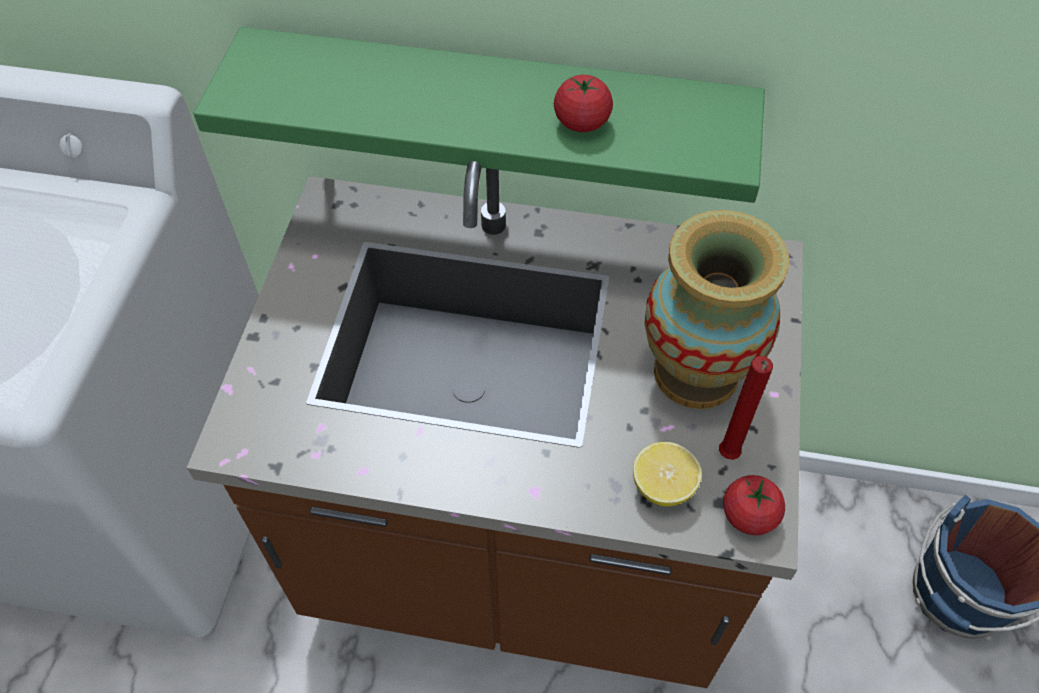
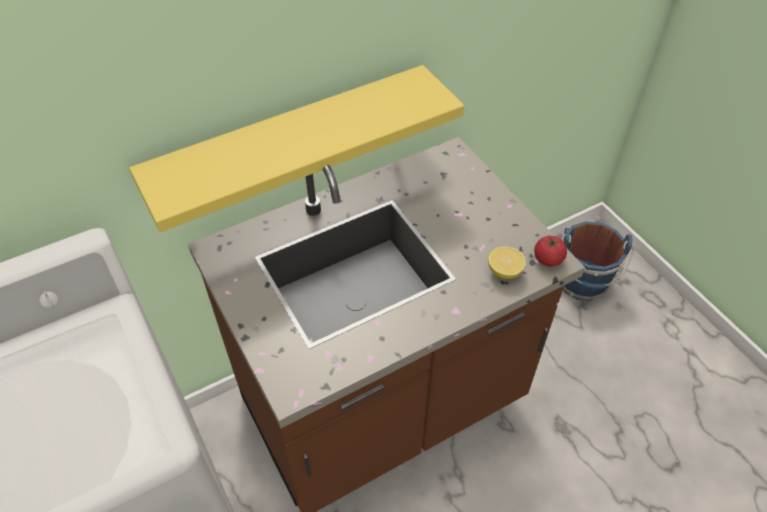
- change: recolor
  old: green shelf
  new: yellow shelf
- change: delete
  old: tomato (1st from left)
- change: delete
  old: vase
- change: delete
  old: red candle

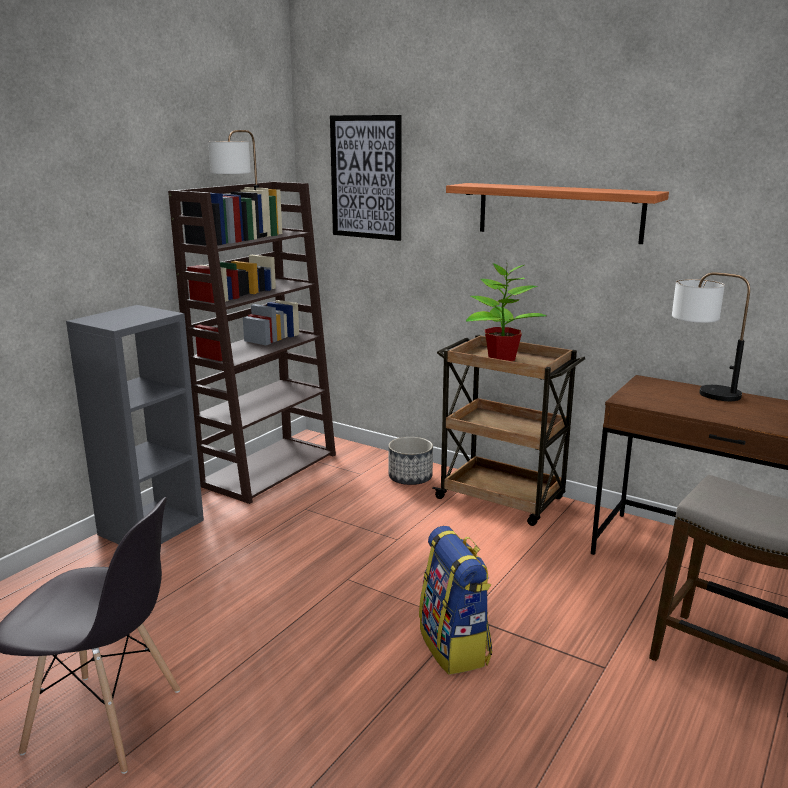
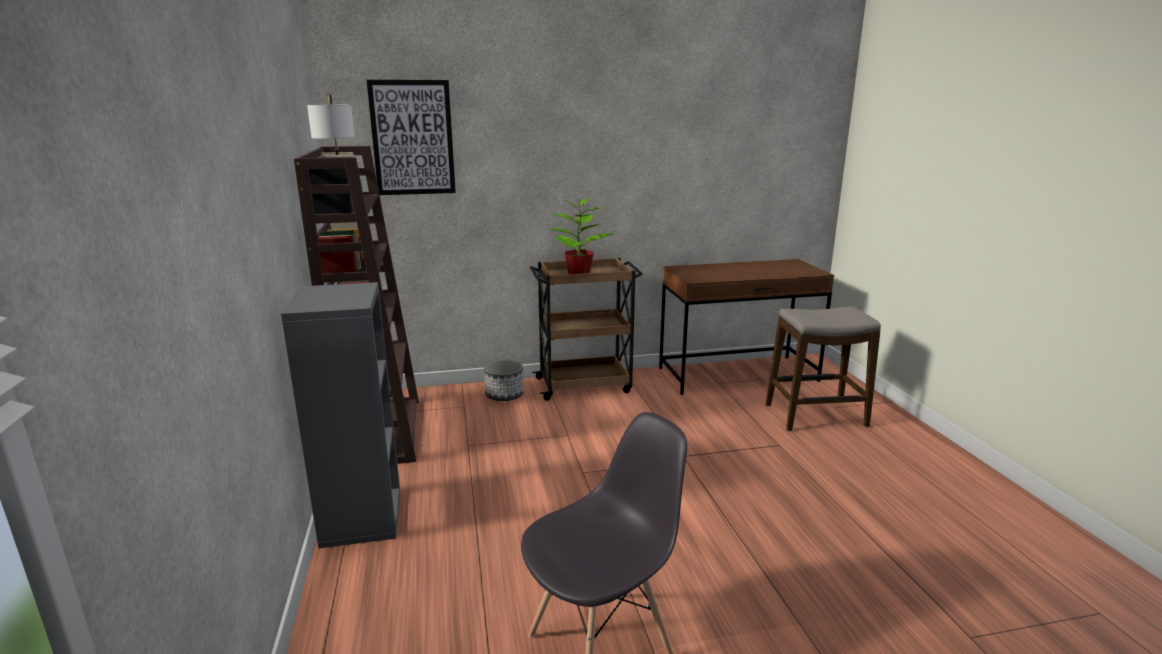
- change: delete
  old: backpack
- change: delete
  old: shelf
- change: delete
  old: table lamp (2nd from left)

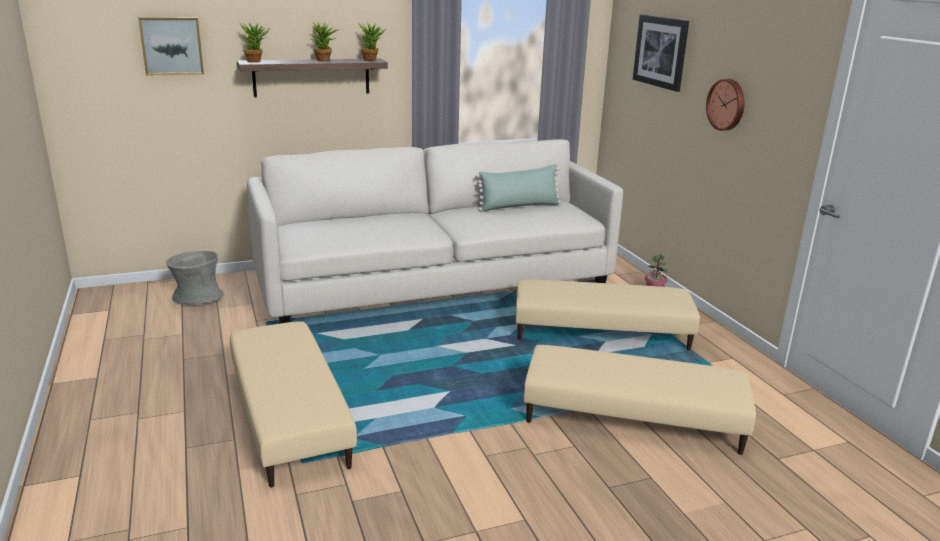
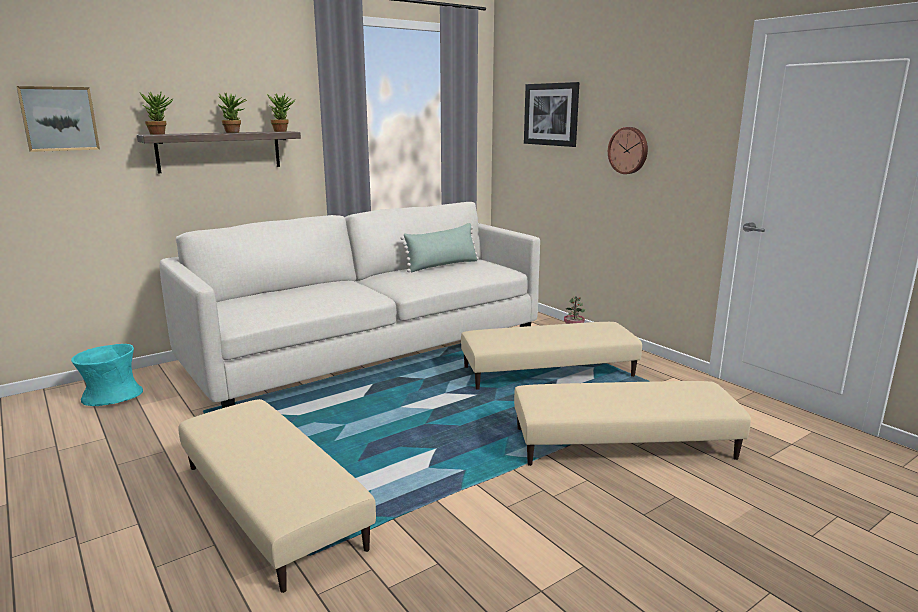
- change: recolor
  old: grey vase
  new: turquoise vase

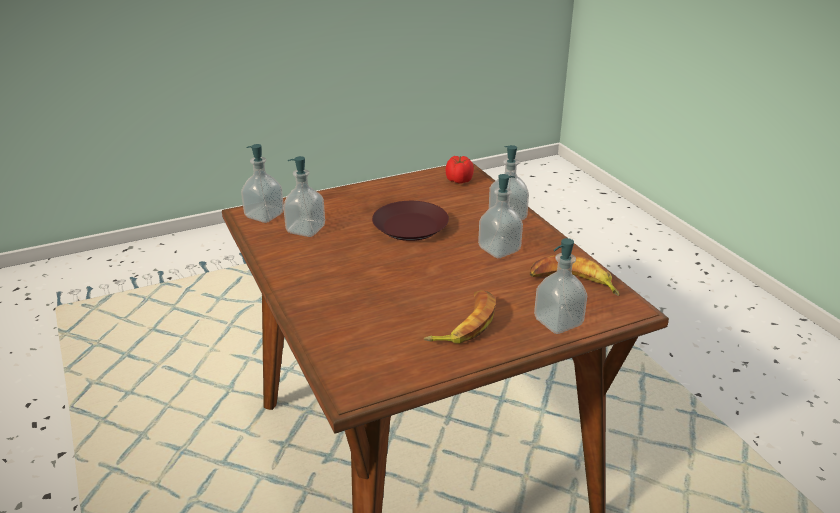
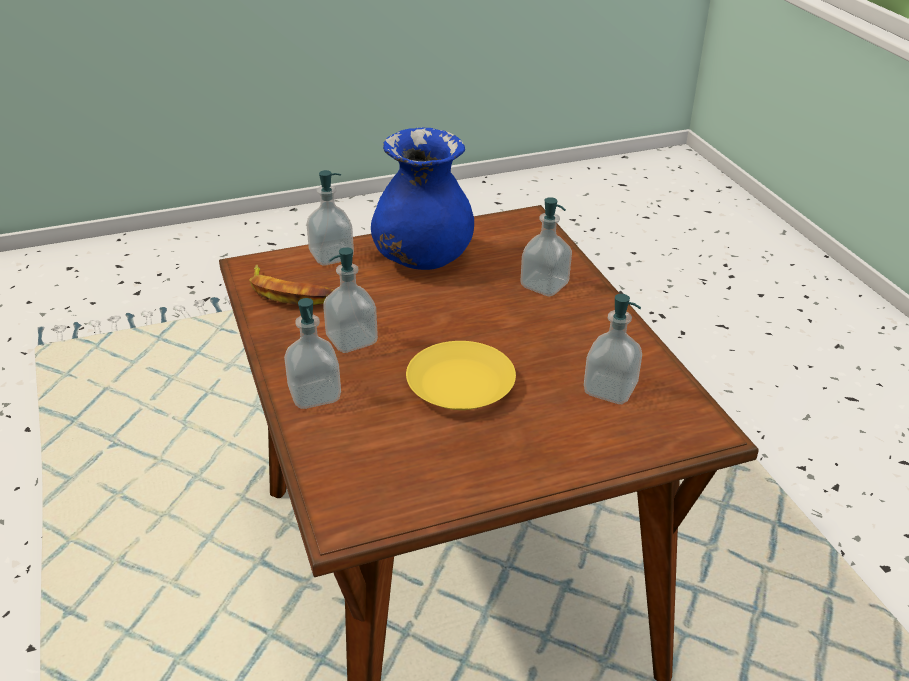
- change: replace
  old: banana (1st from left)
  new: blue vase
- change: recolor
  old: brown plate
  new: yellow plate
- change: move
  old: soap dispenser (1st from left in the first image)
  new: soap dispenser (4th from left)
- change: delete
  old: tomato

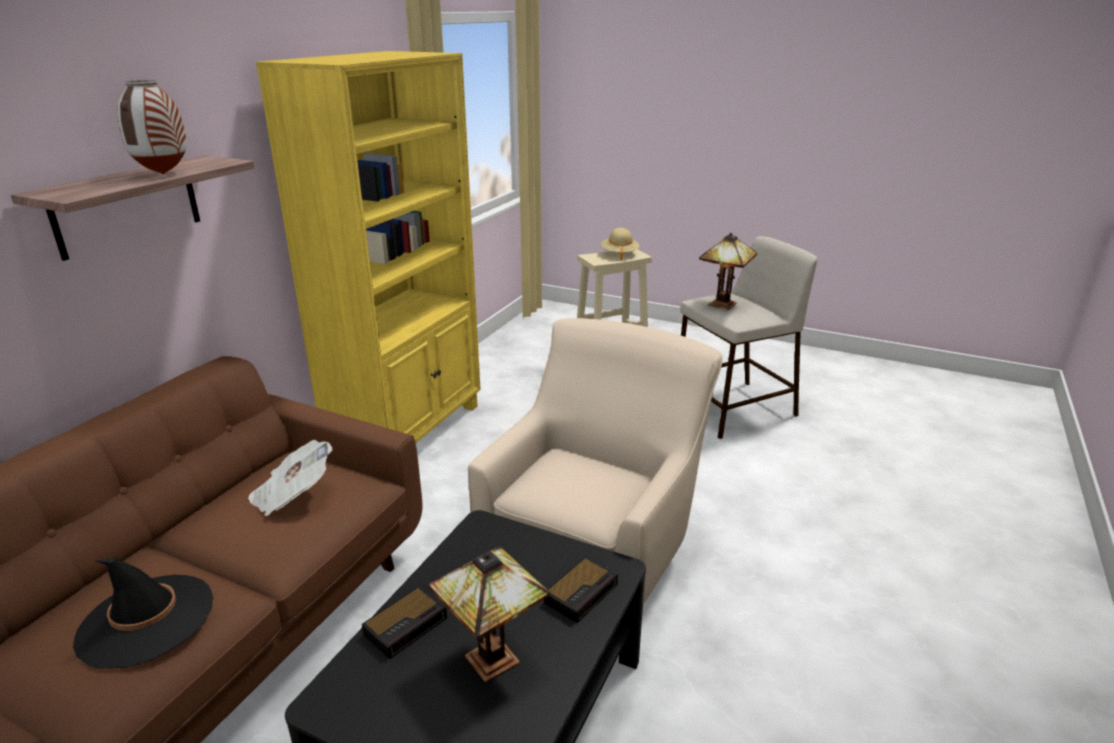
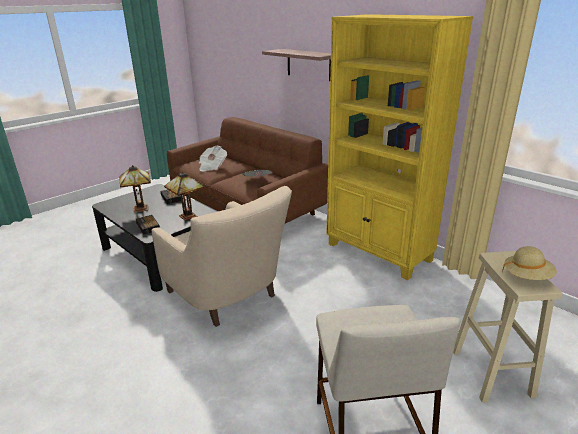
- change: move
  old: table lamp (2nd from left)
- change: replace
  old: black hat
  new: newspaper (1st from left)
- change: delete
  old: vase

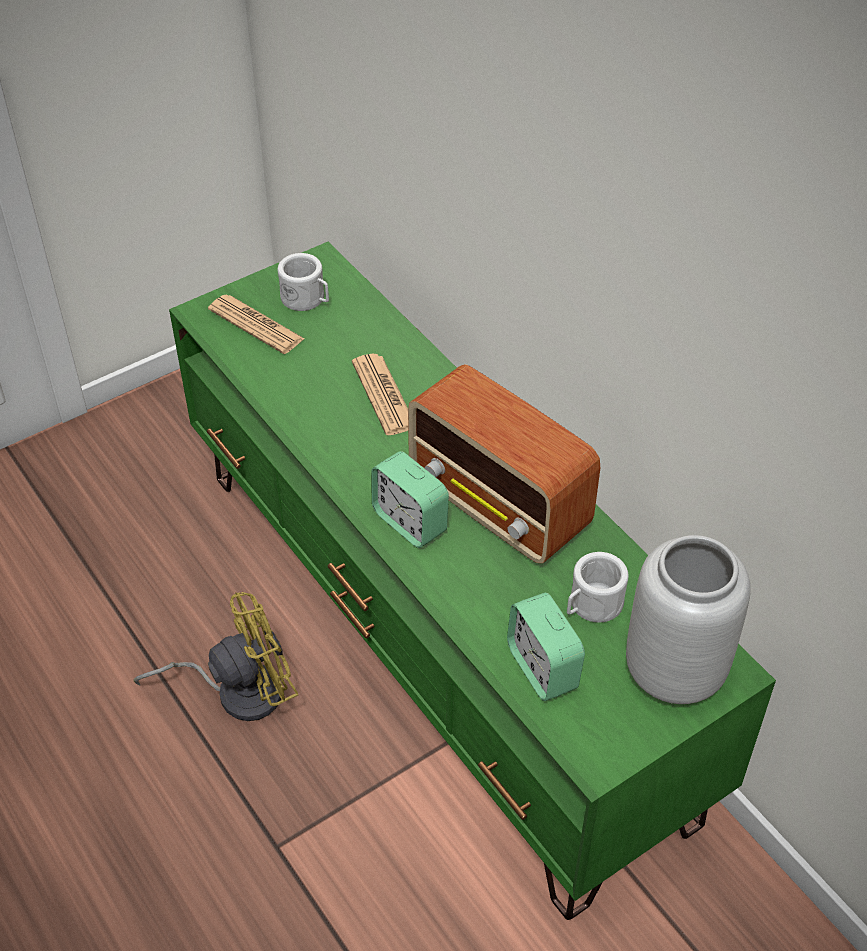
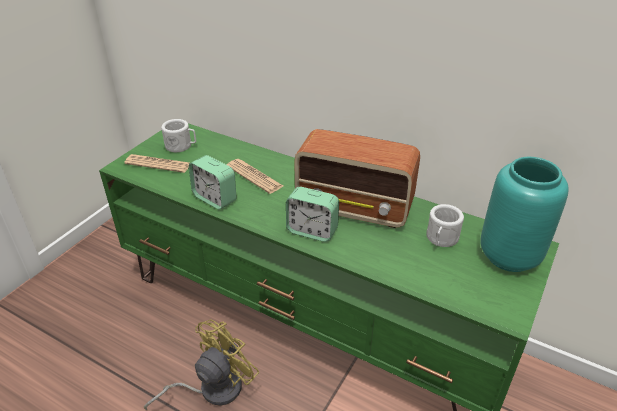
- change: move
  old: alarm clock (2nd from left in the first image)
  new: alarm clock (1st from left)
- change: recolor
  old: grey vase
  new: turquoise vase

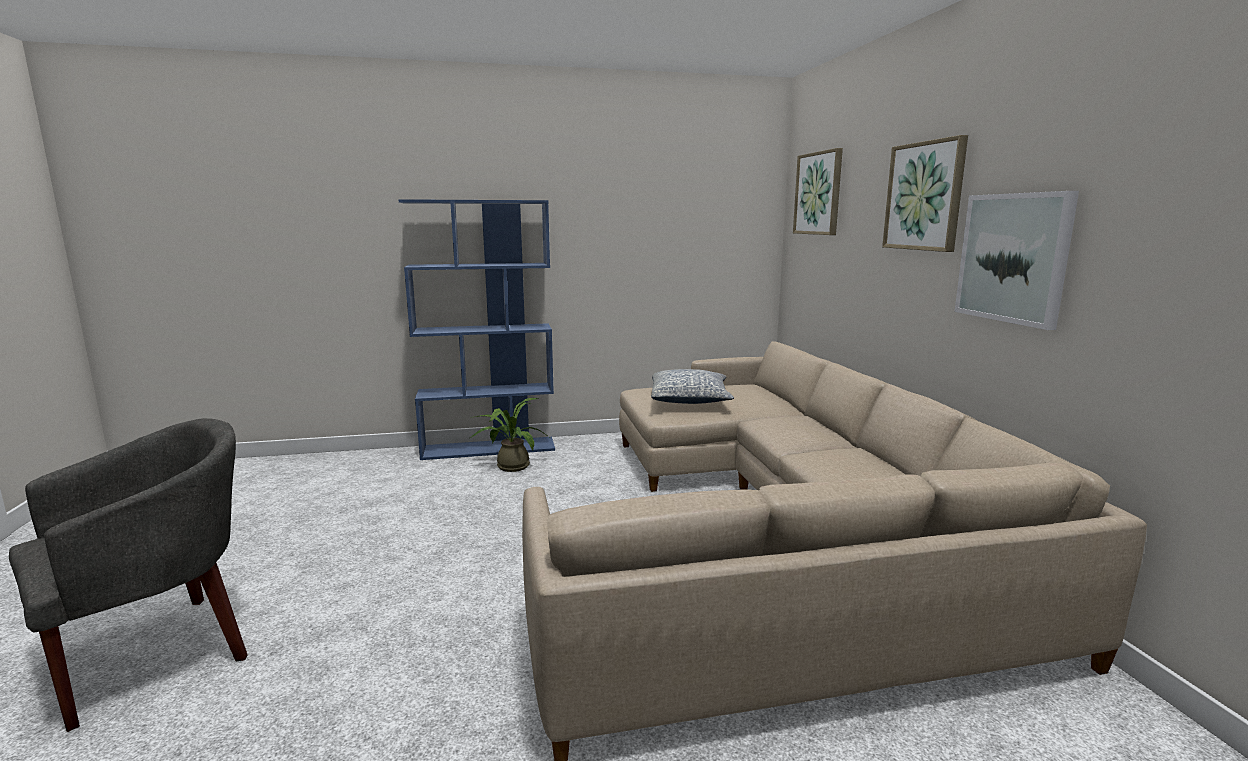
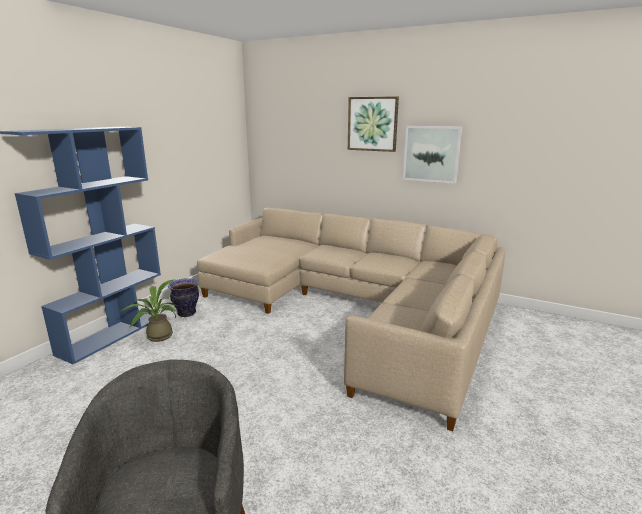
- change: insert
  new: vase
- change: delete
  old: pillow
- change: delete
  old: picture (1st from left)

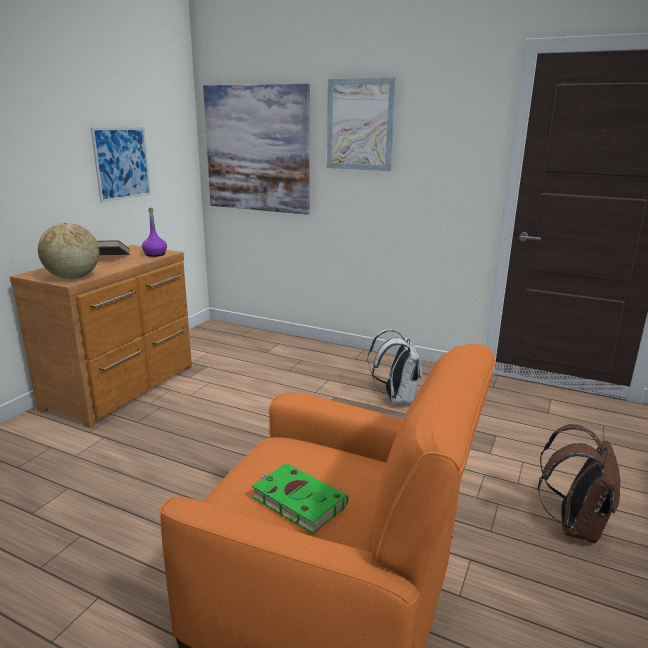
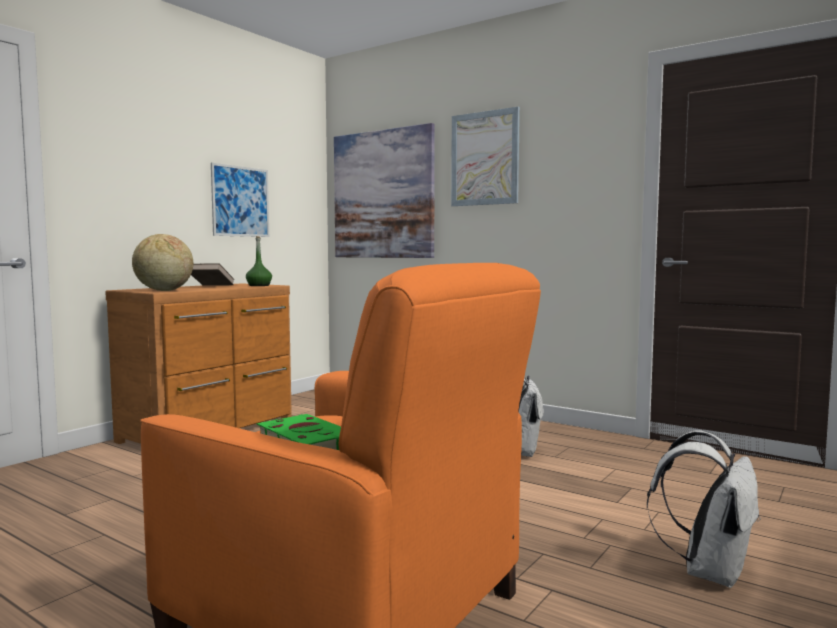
- change: recolor
  old: purple bottle
  new: green bottle
- change: recolor
  old: brown backpack
  new: white backpack (2nd from left)

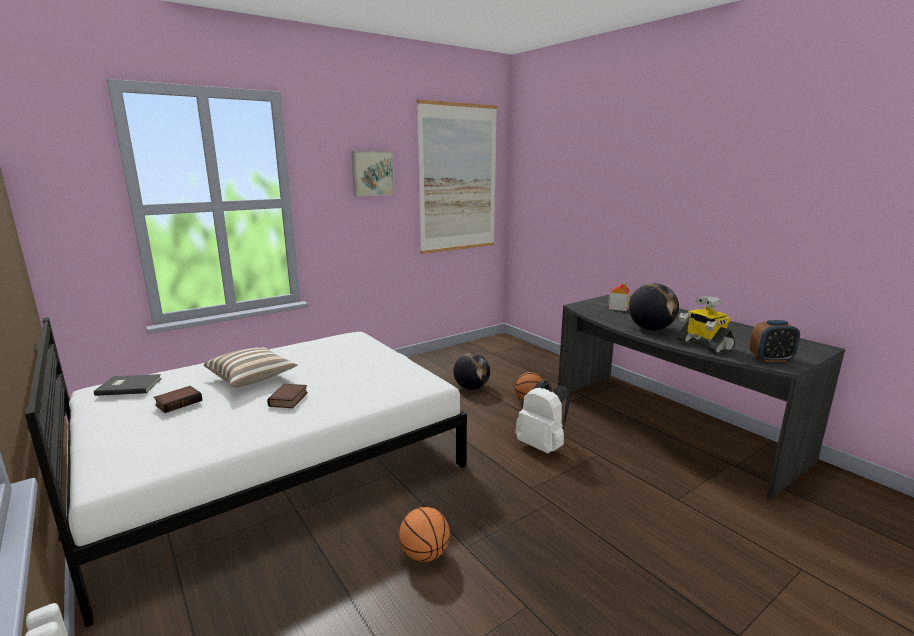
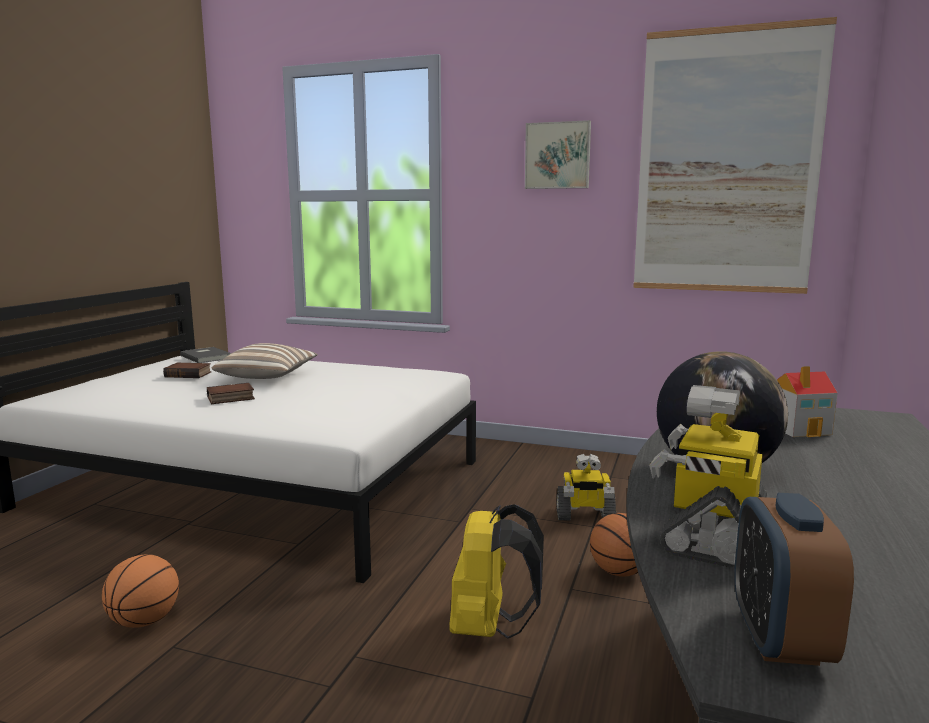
- change: recolor
  old: white backpack
  new: yellow backpack
- change: replace
  old: globe (1st from left)
  new: toy robot (1st from left)
- change: rotate
  old: alarm clock
  degrees: 45

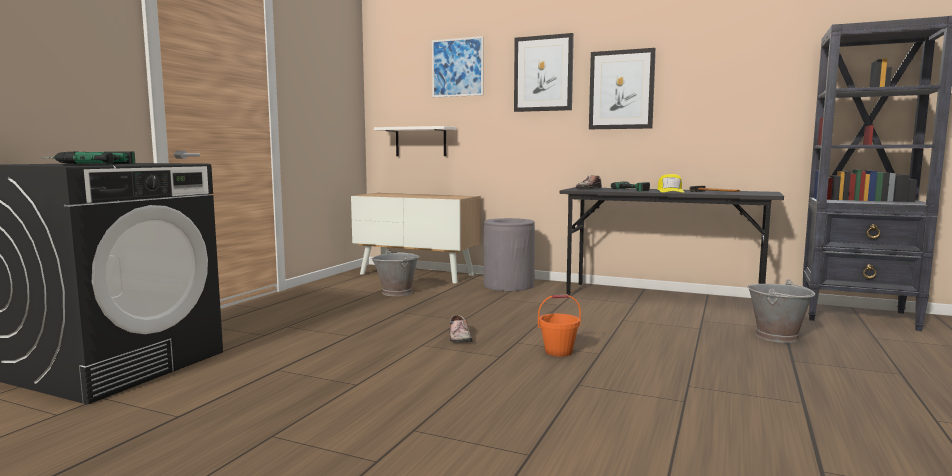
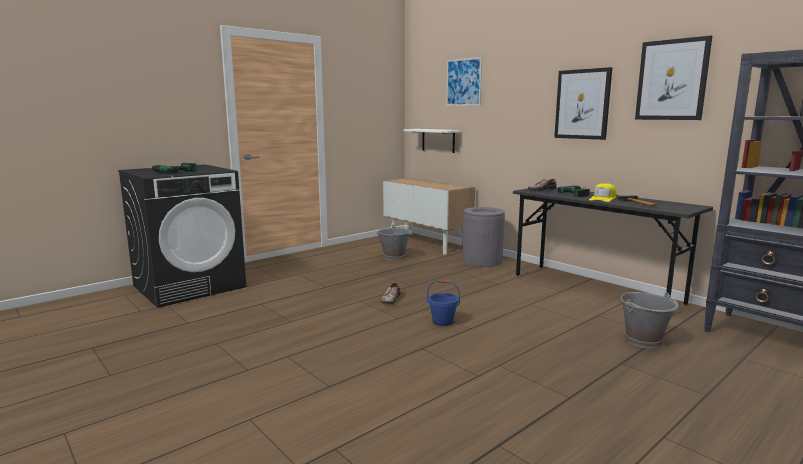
- change: recolor
  old: orange bucket
  new: blue bucket
- change: move
  old: picture (2nd from left in the first image)
  new: picture (3rd from left)

